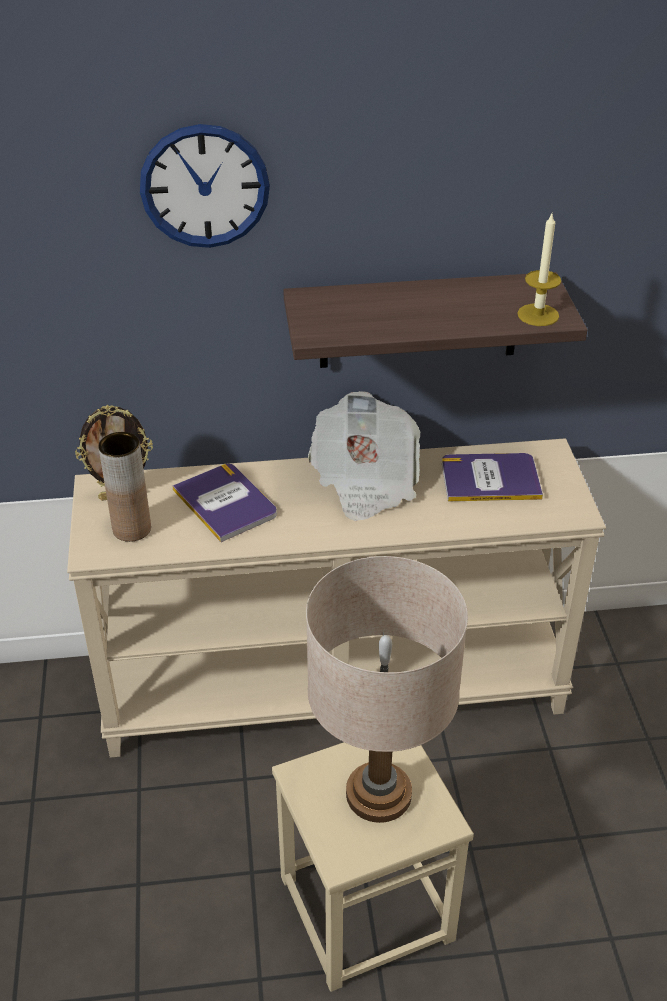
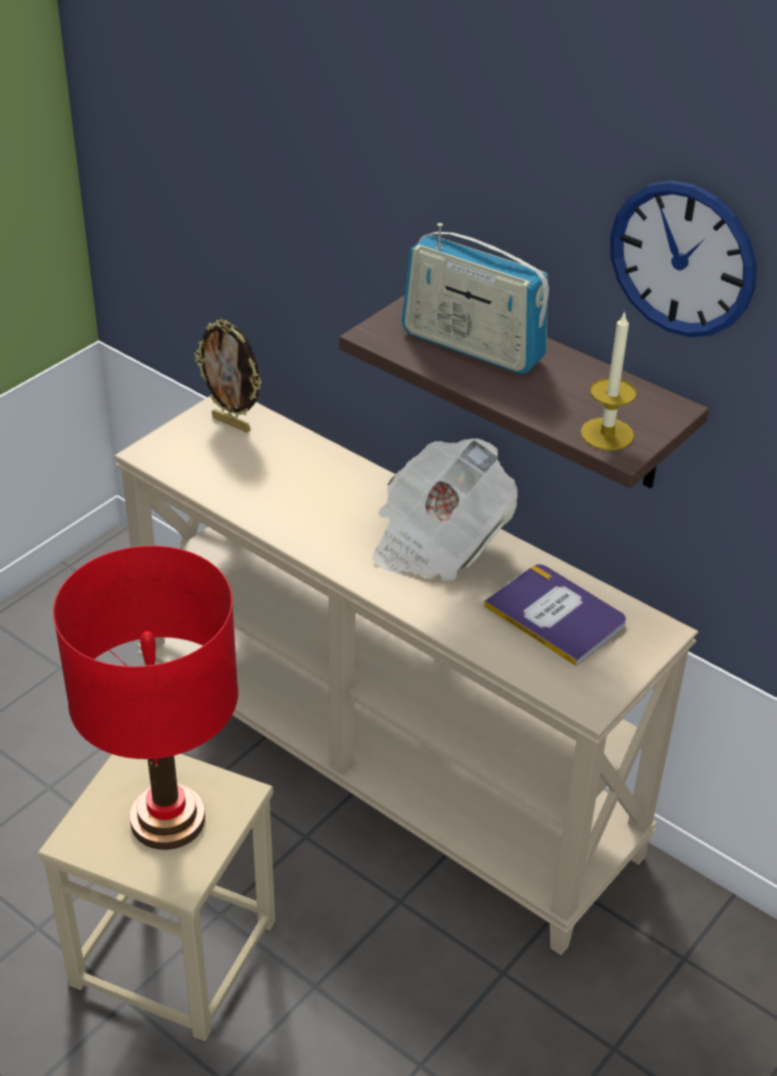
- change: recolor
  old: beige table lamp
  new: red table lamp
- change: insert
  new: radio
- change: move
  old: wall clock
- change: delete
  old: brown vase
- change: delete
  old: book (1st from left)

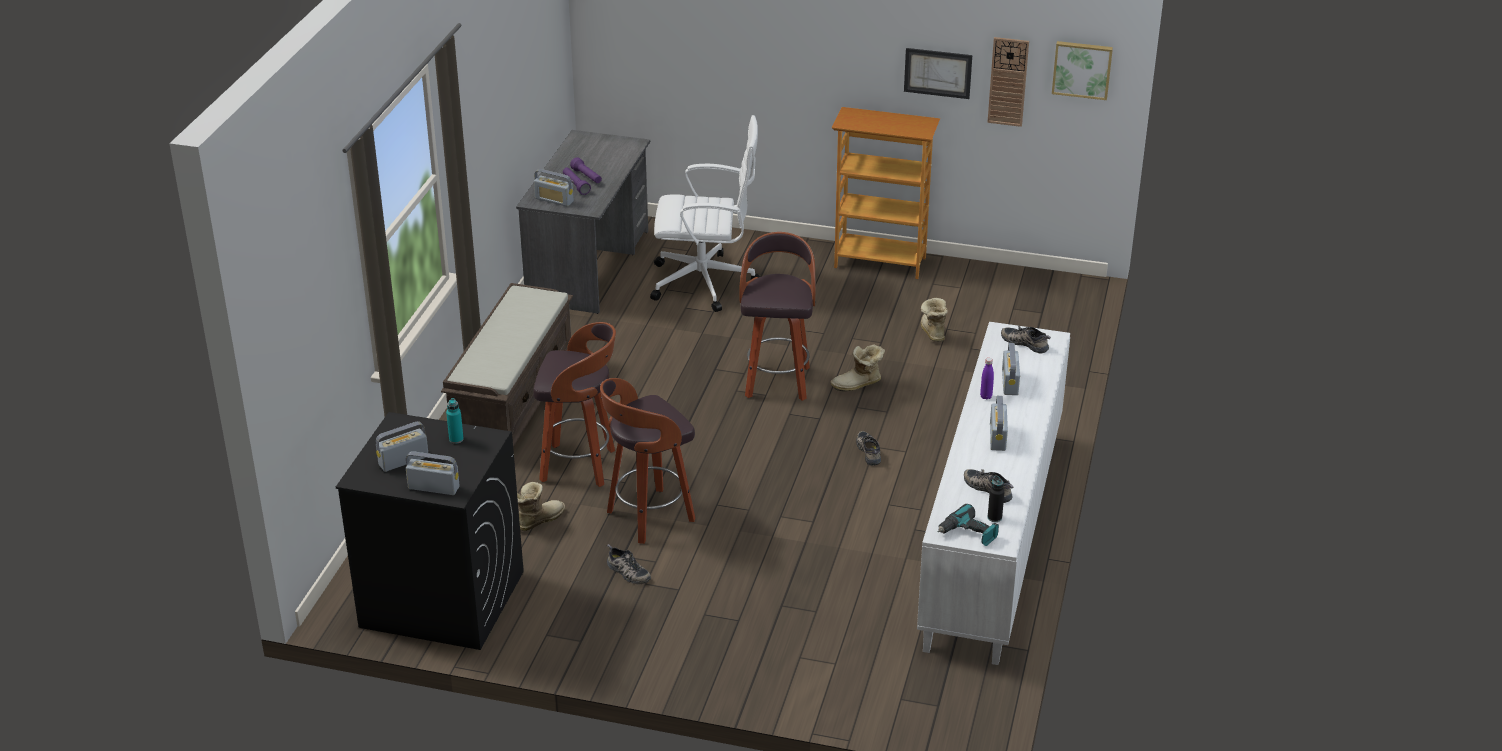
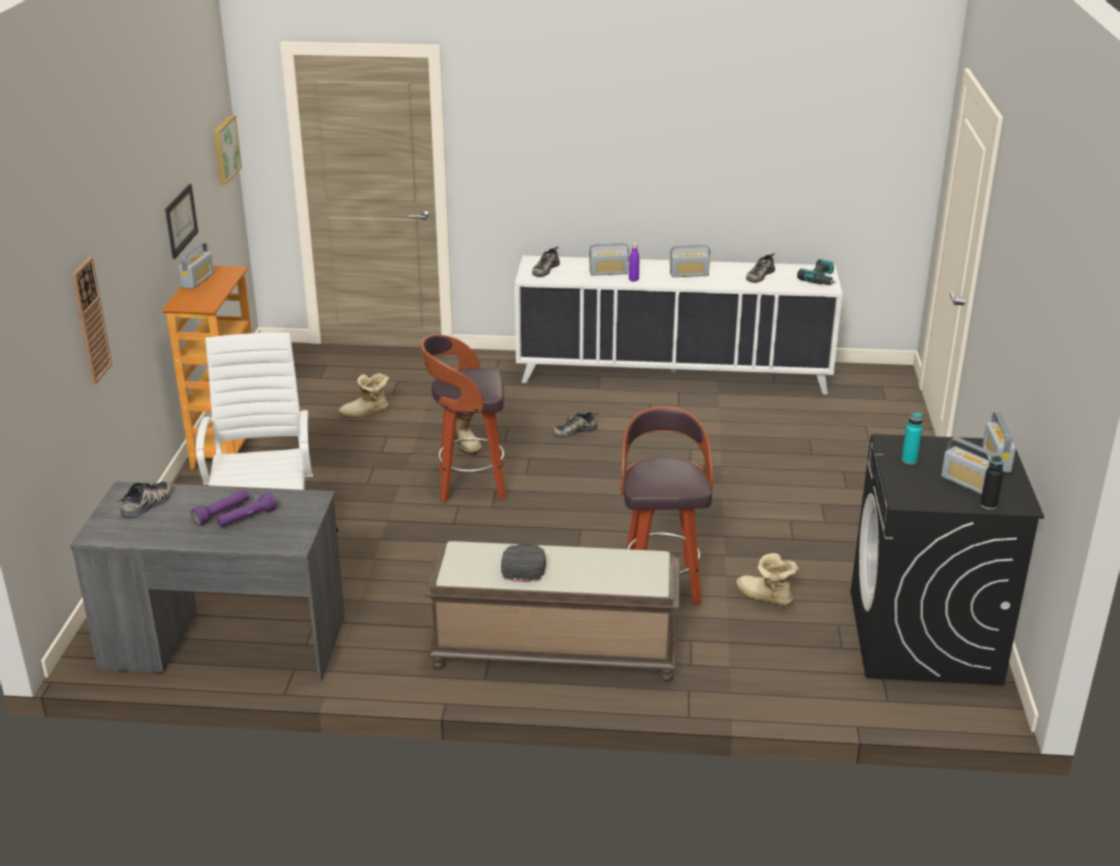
- change: move
  old: wall clock
- change: move
  old: shoe (1st from left)
- change: move
  old: radio (3rd from left in the first image)
  new: radio (1st from left)
- change: insert
  new: black cap
- change: move
  old: black bottle
- change: delete
  old: stool (2nd from left)

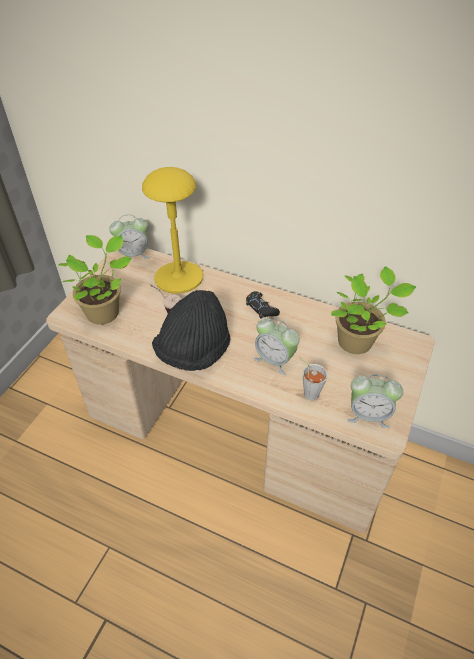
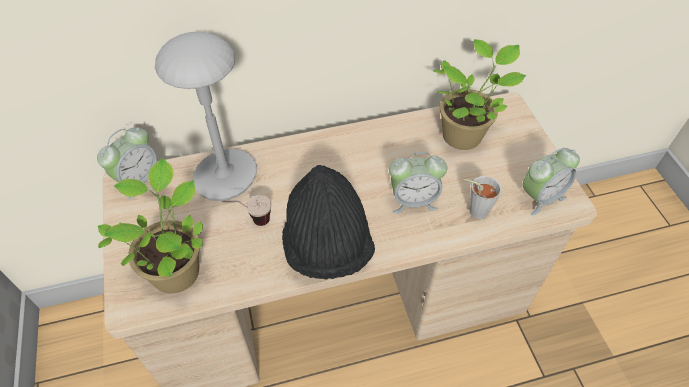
- change: recolor
  old: yellow table lamp
  new: grey table lamp
- change: delete
  old: black game controller

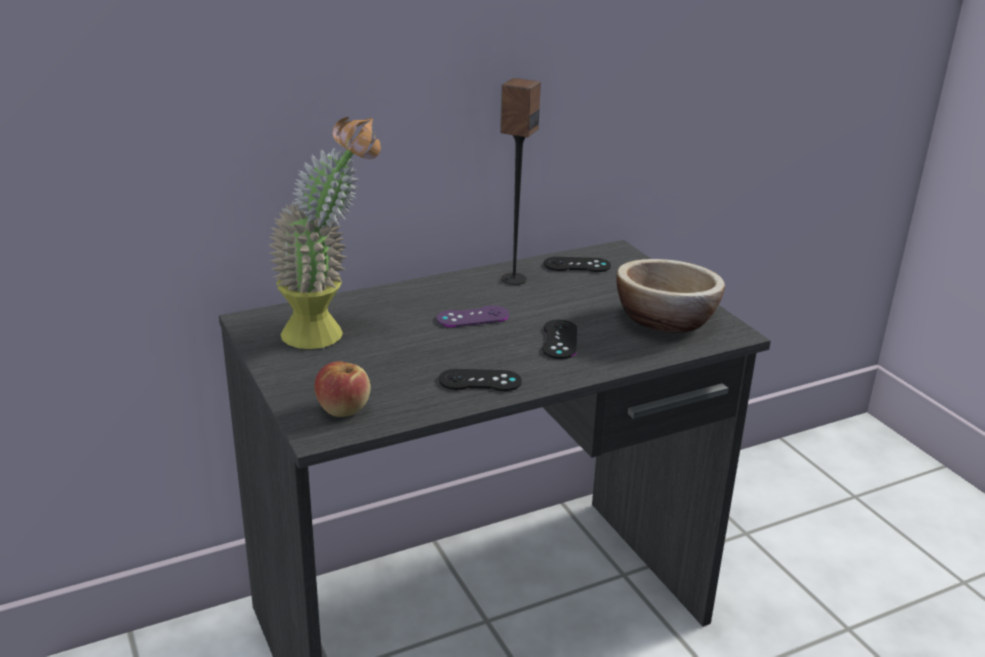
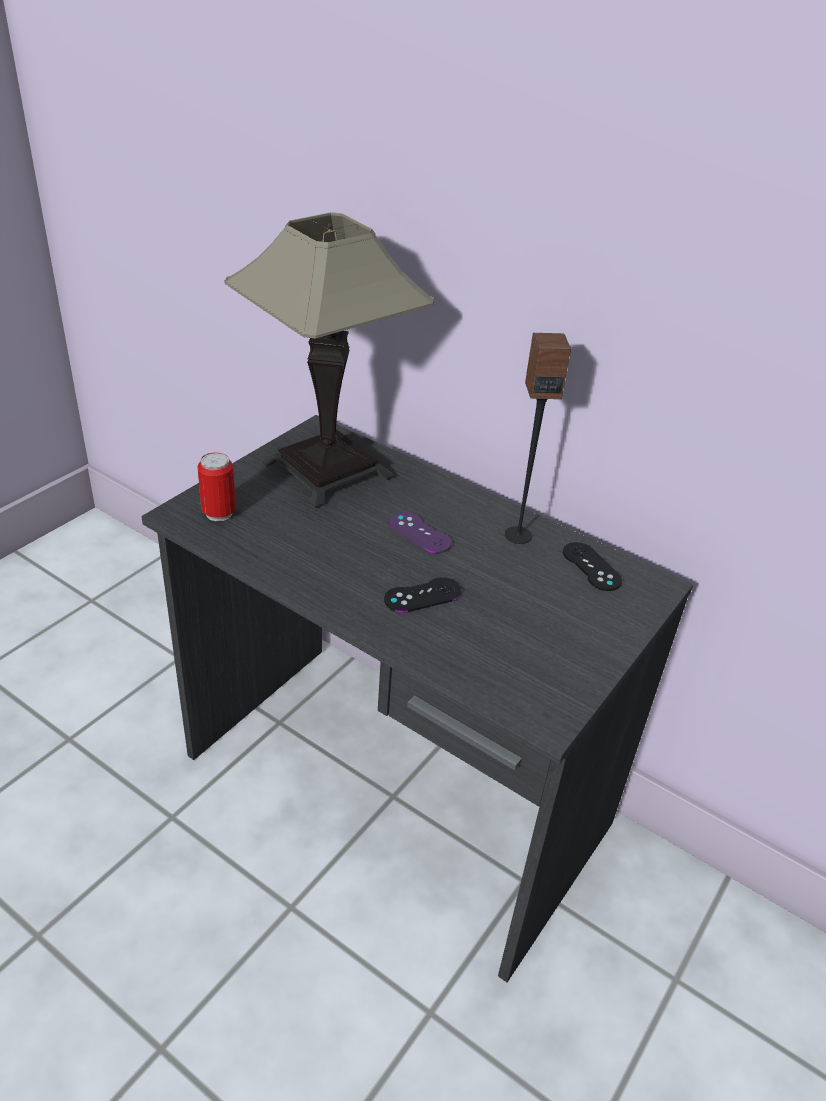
- change: replace
  old: apple
  new: can
- change: replace
  old: potted plant
  new: table lamp
- change: delete
  old: black game controller (1st from left)
- change: delete
  old: bowl

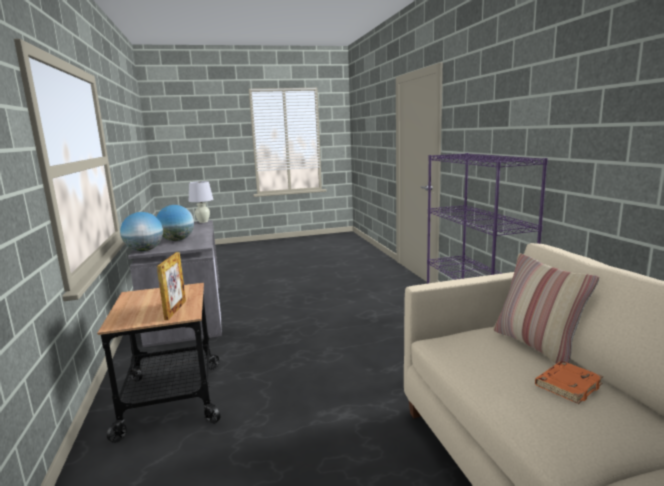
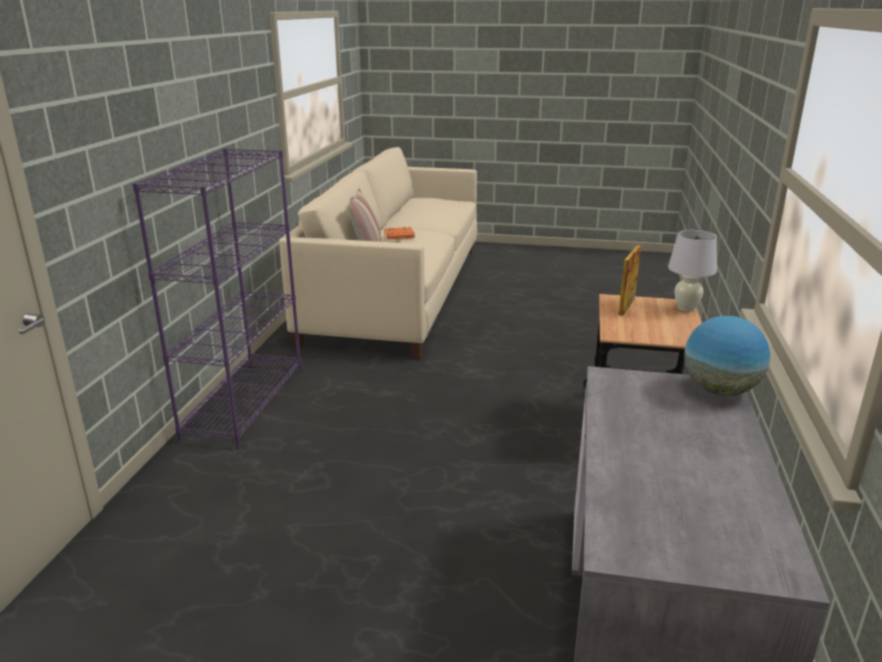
- change: move
  old: white table lamp
- change: delete
  old: globe (2nd from left)

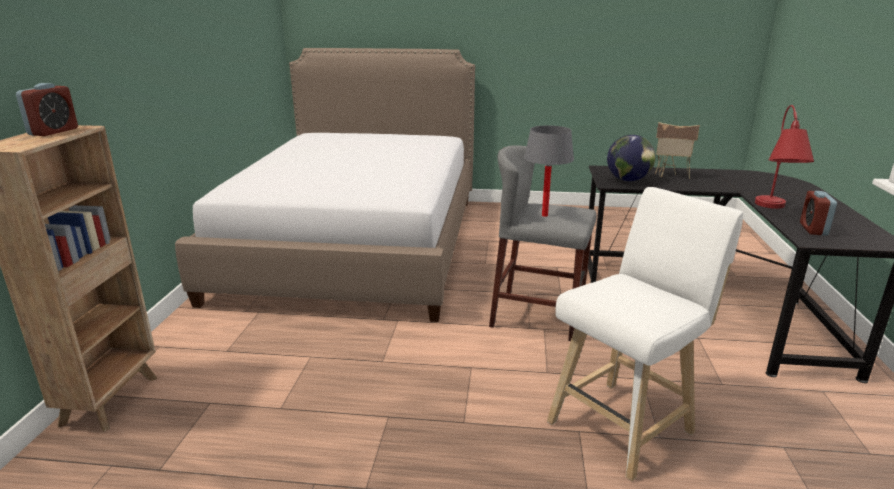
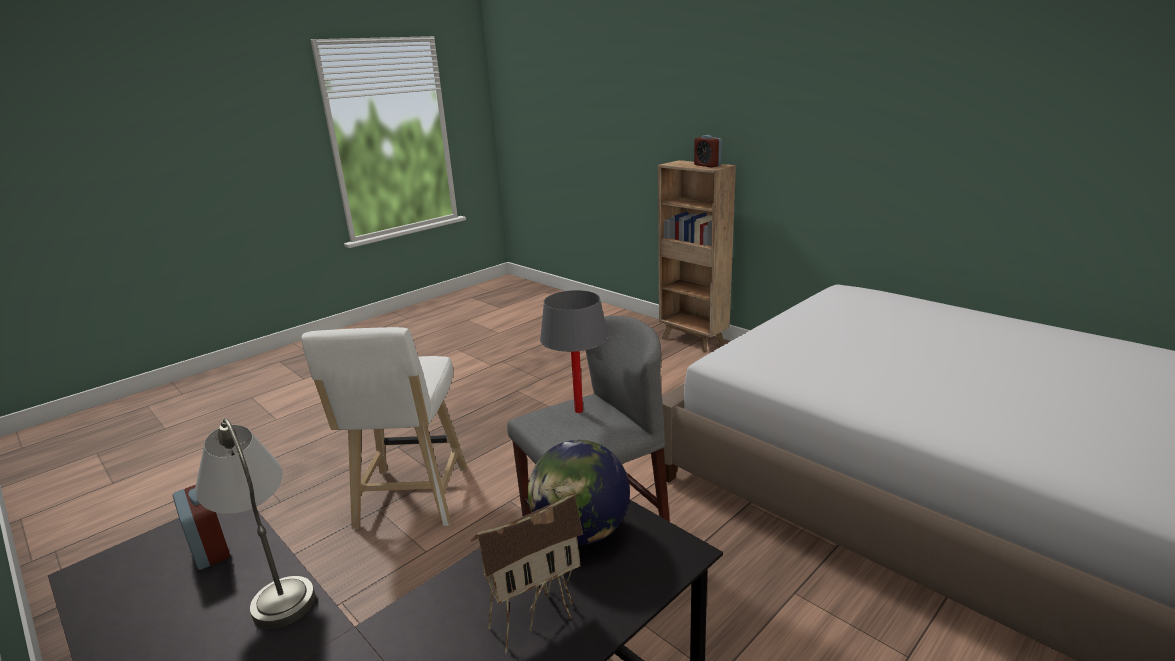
- change: recolor
  old: red table lamp
  new: grey table lamp (1st from left)

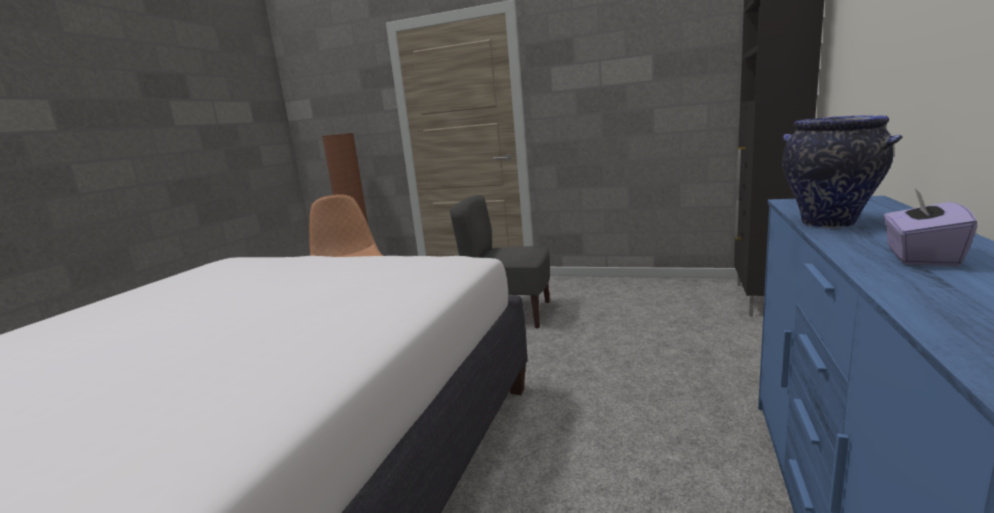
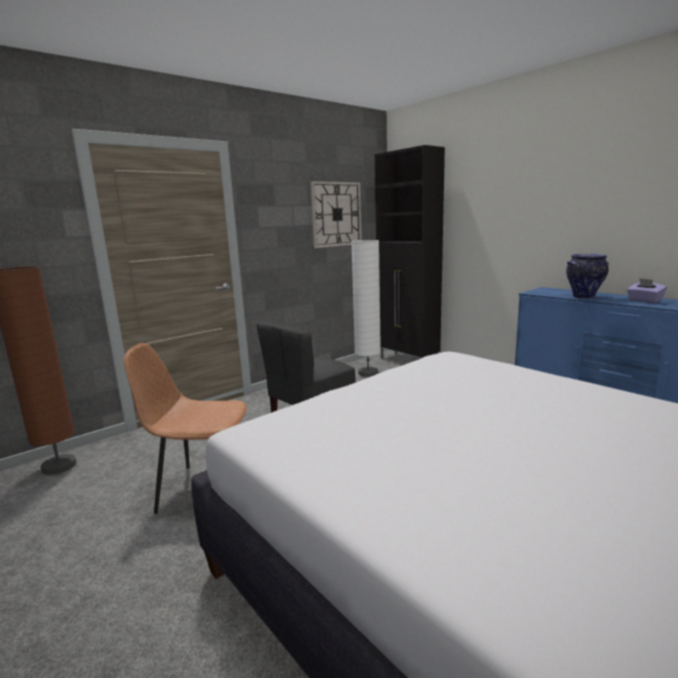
- change: insert
  new: wall clock
- change: insert
  new: white floor lamp

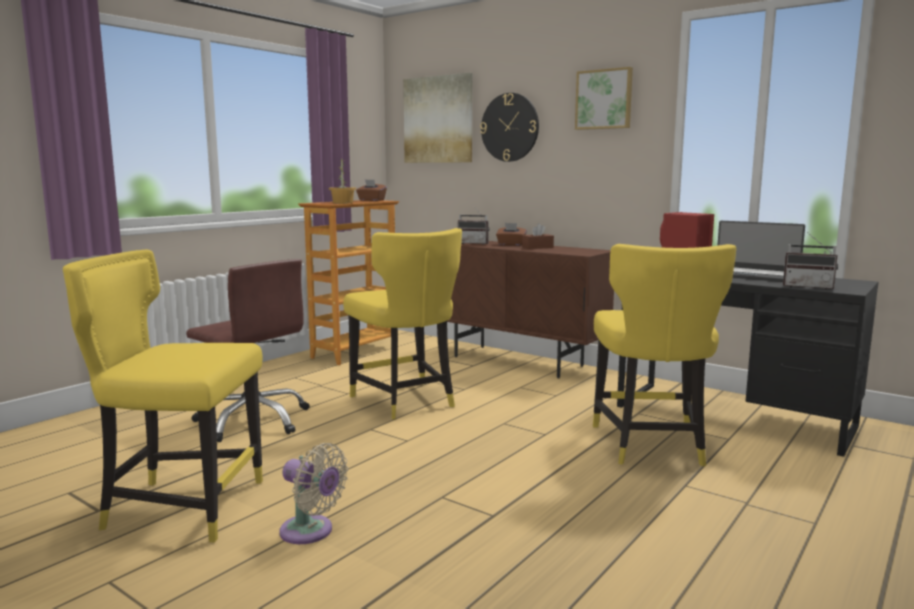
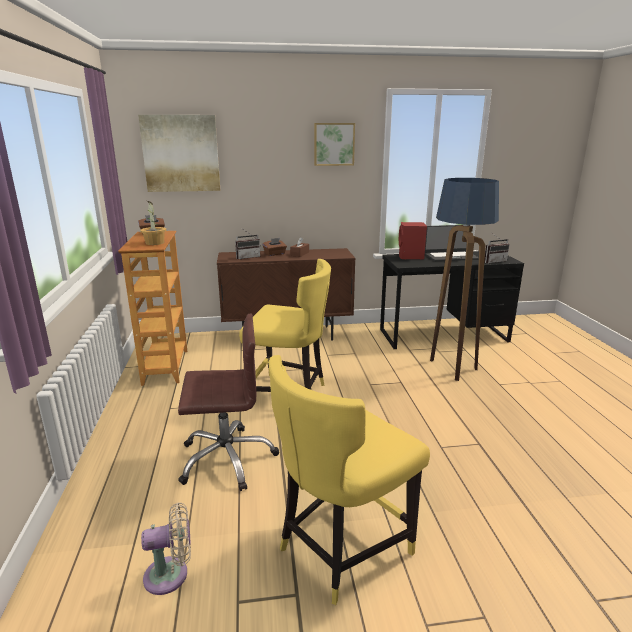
- change: move
  old: beige fan
- change: replace
  old: yellow chair (3rd from left)
  new: floor lamp
- change: delete
  old: wall clock

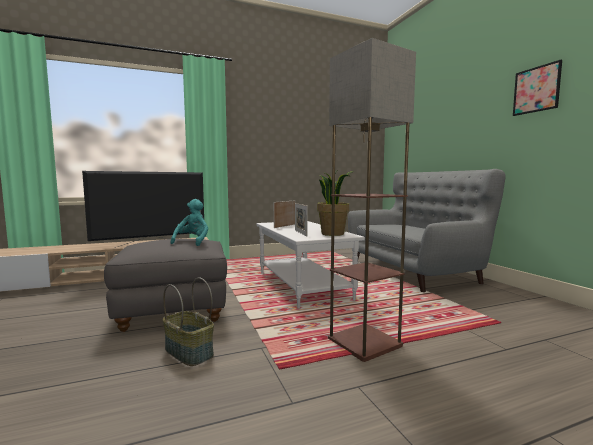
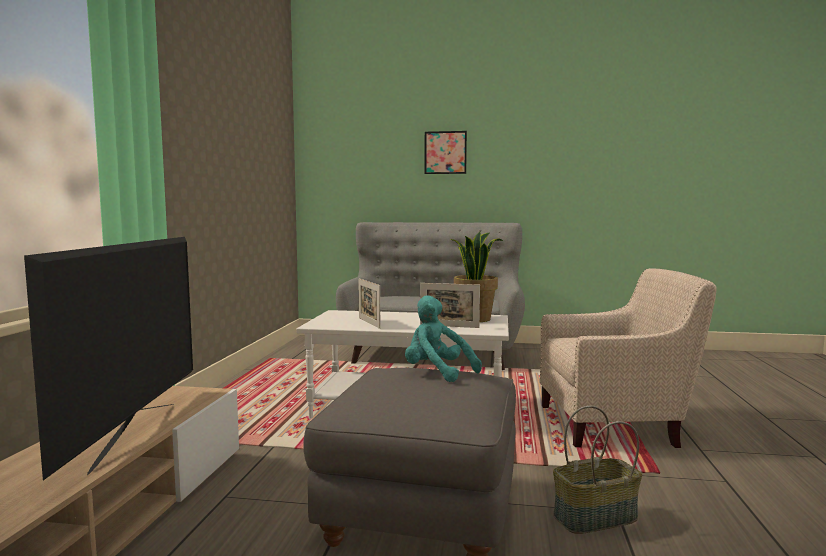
- change: move
  old: picture
- change: replace
  old: floor lamp
  new: beige armchair

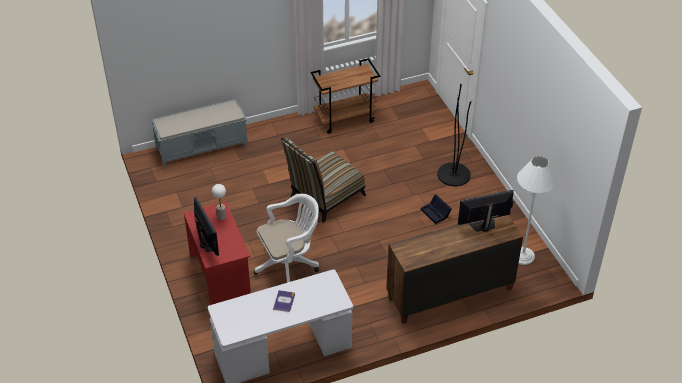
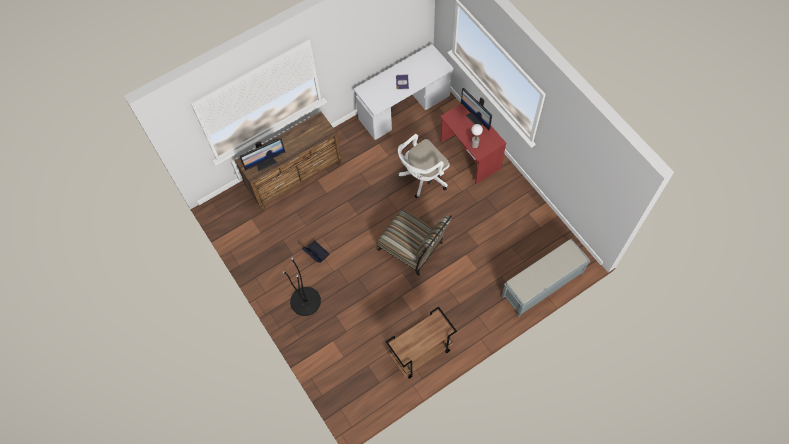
- change: rotate
  old: chair
  degrees: 90
- change: delete
  old: white floor lamp

